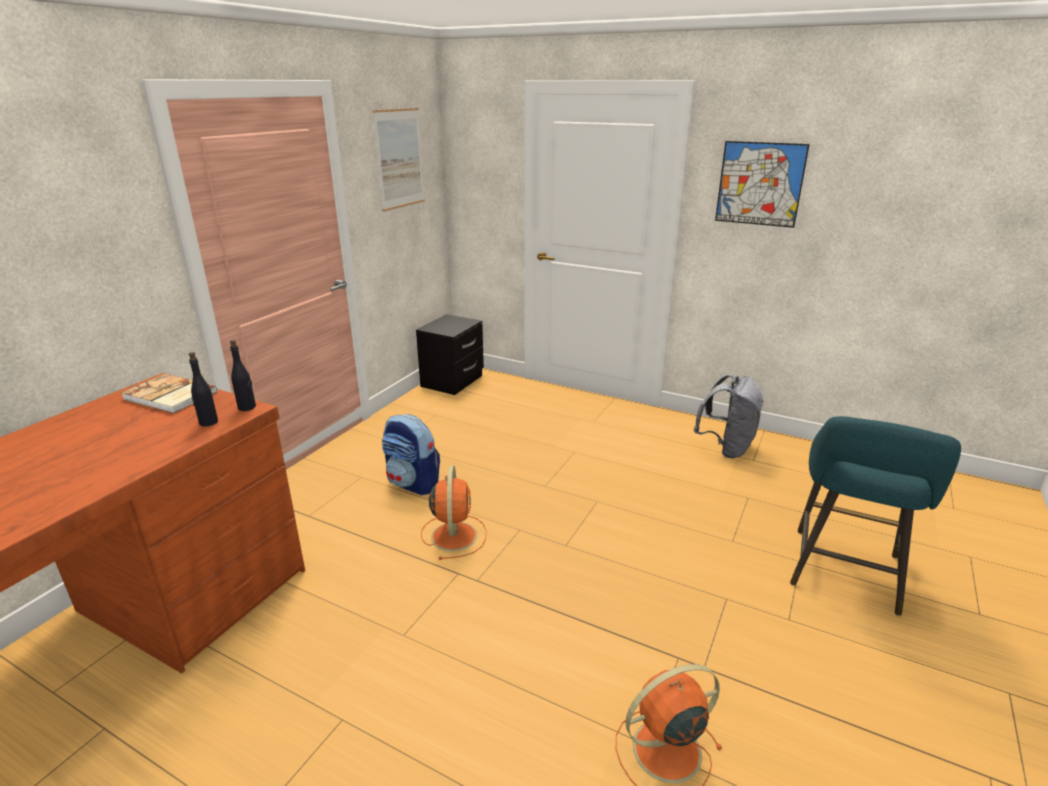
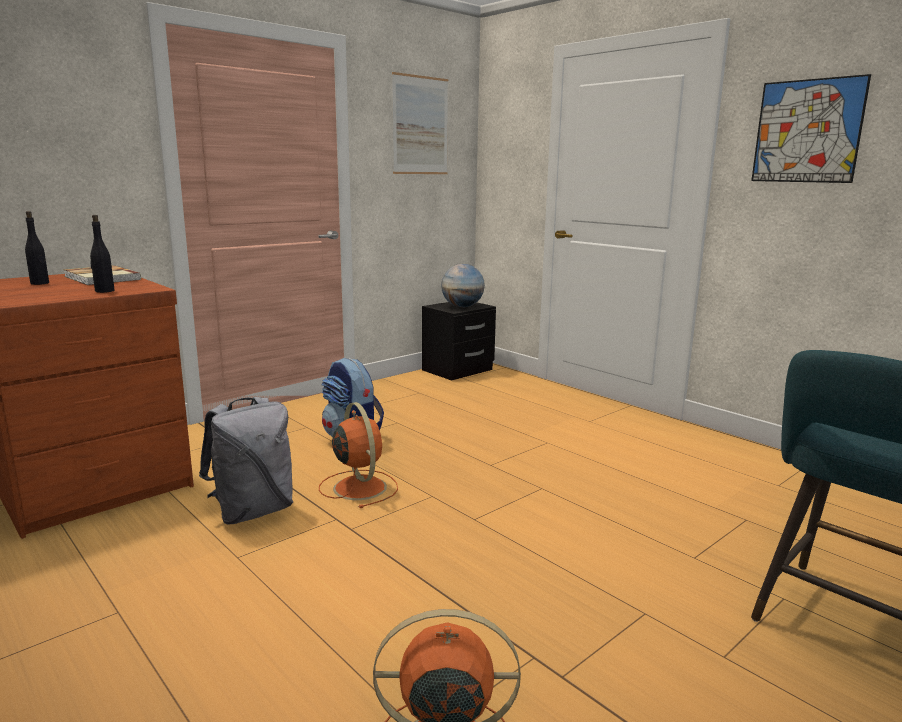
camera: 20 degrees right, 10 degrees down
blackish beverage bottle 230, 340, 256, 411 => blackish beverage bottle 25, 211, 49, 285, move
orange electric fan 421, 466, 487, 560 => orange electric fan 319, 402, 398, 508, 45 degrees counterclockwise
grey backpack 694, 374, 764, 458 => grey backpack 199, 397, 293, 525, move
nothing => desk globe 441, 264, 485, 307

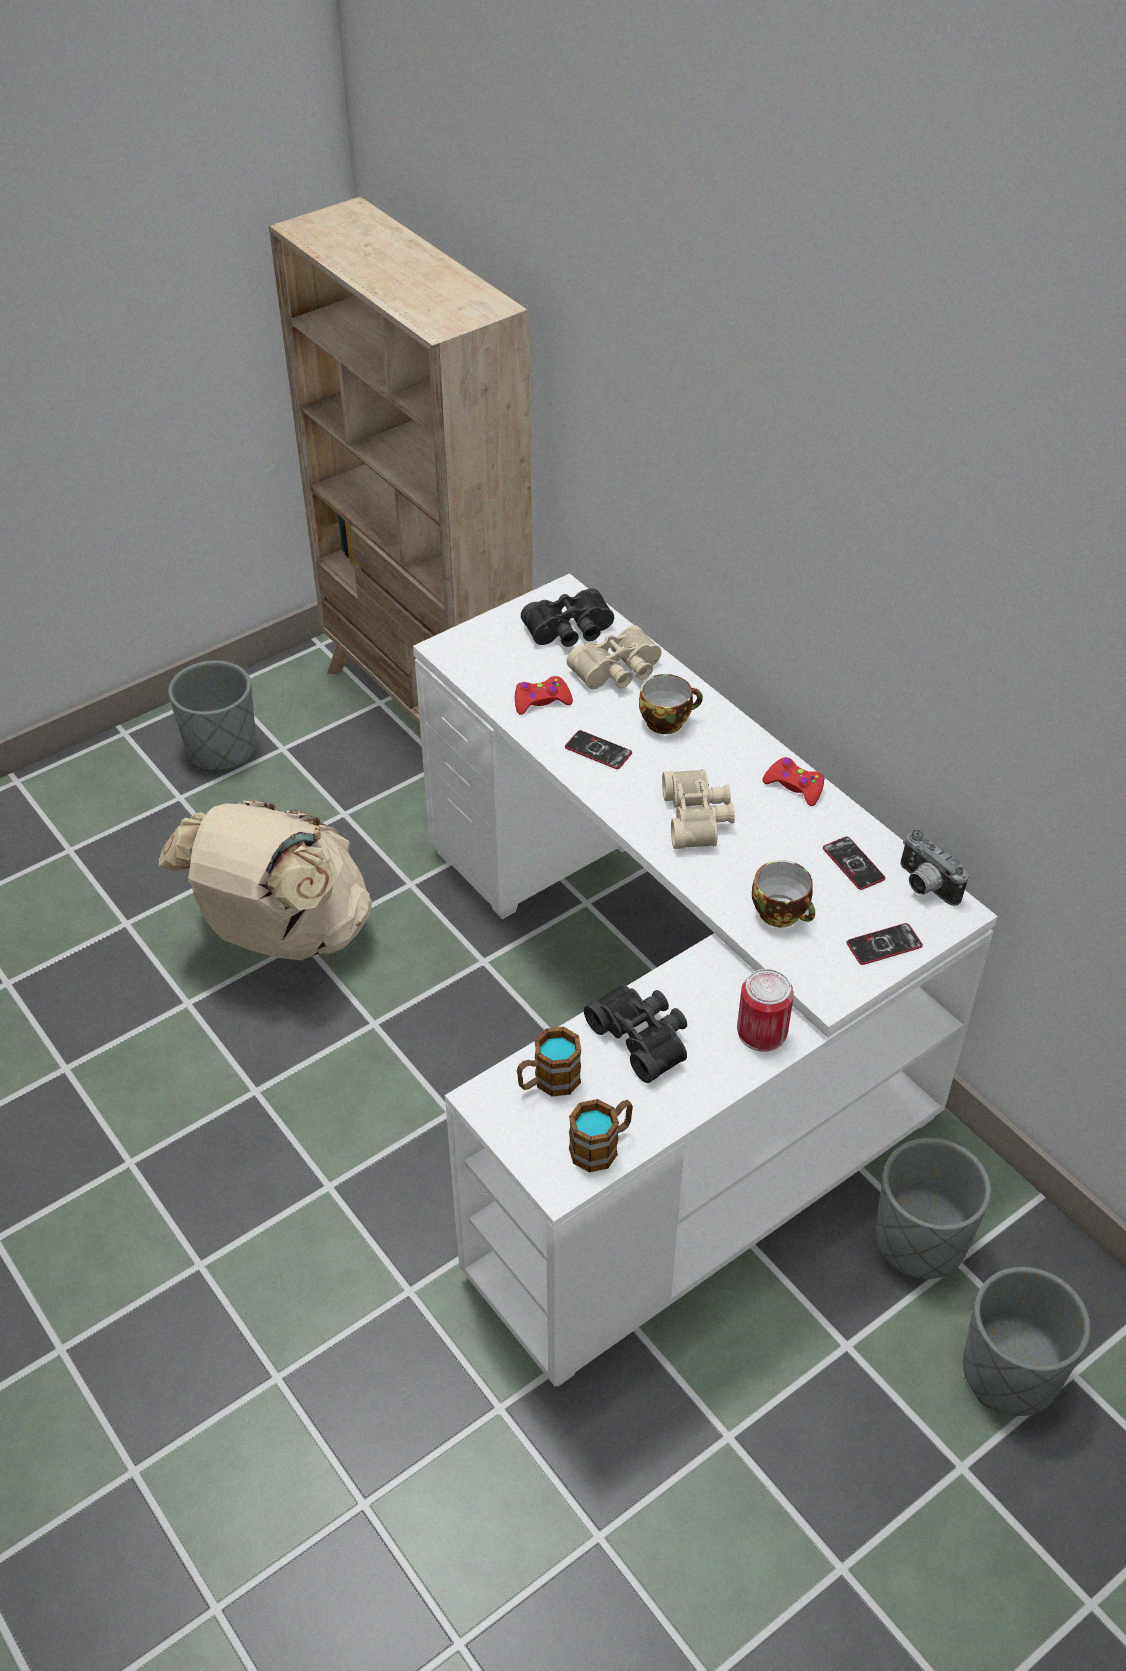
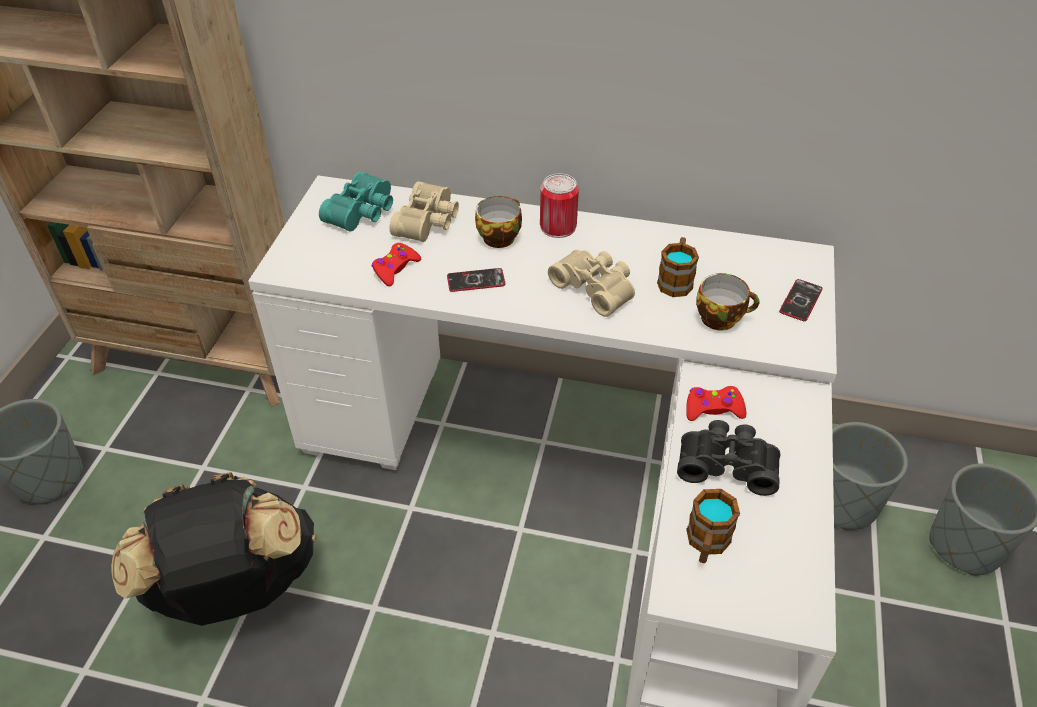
camera: 40 degrees left, 0 degrees up
beige-coloured backpack 159, 799, 372, 960 => blackish backpack 111, 472, 317, 626
blackish binoculars 521, 588, 614, 647 => turquoise-coloured binoculars 319, 171, 393, 232
coffee mug 569, 1099, 633, 1172 => coffee mug 657, 237, 699, 297, move
metal can 737, 969, 794, 1052 => metal can 540, 173, 579, 238, move
red-coloured joypad 762, 757, 825, 806 => red-coloured joypad 686, 386, 746, 421, move
phone 823, 837, 885, 890 => nothing
photo camera 900, 830, 969, 906 => nothing

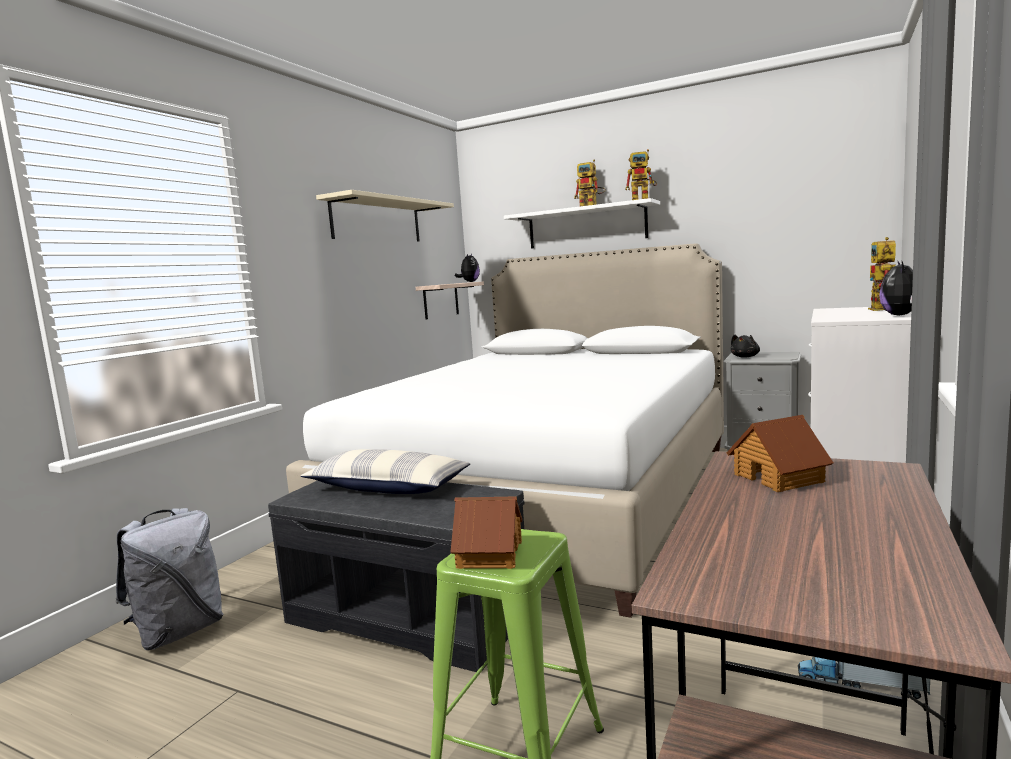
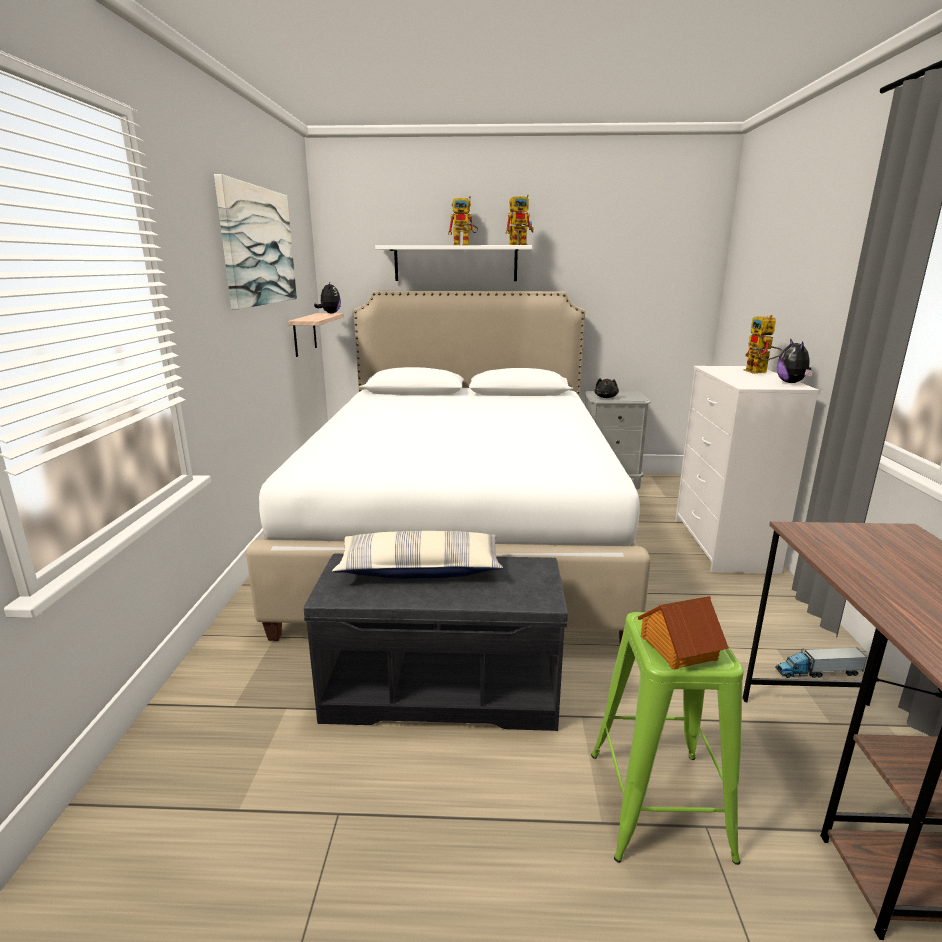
camera: 25 degrees left, 10 degrees up
grey backpack 116, 508, 224, 650 => nothing
beige-coloured wall shelf 316, 190, 454, 242 => picture 214, 174, 297, 309
toy house 727, 415, 833, 492 => nothing

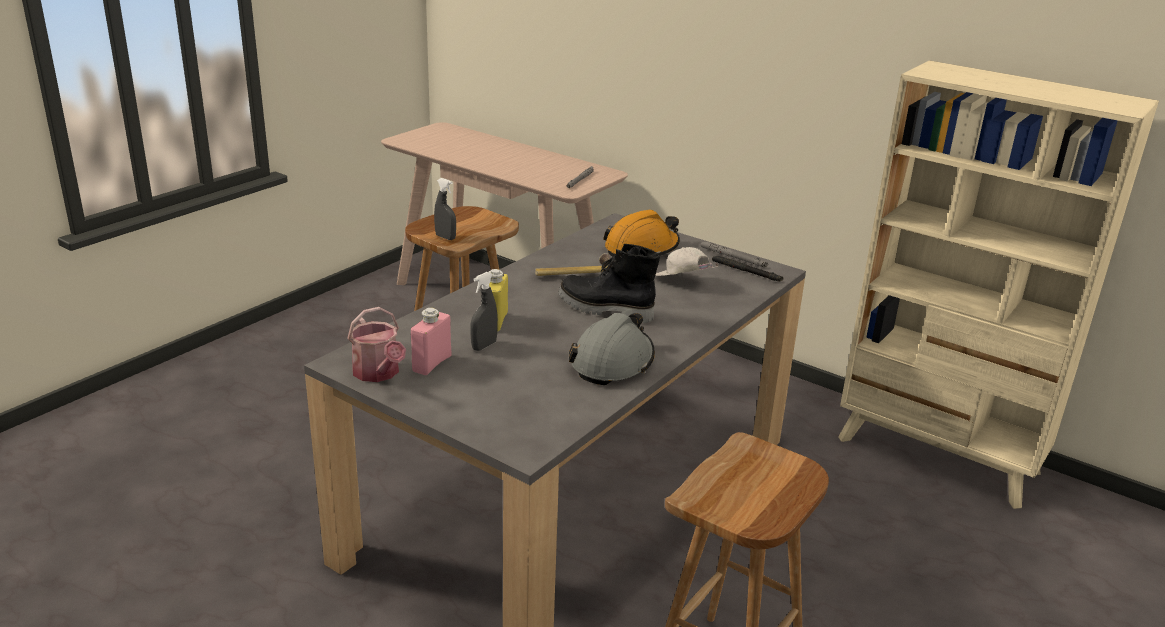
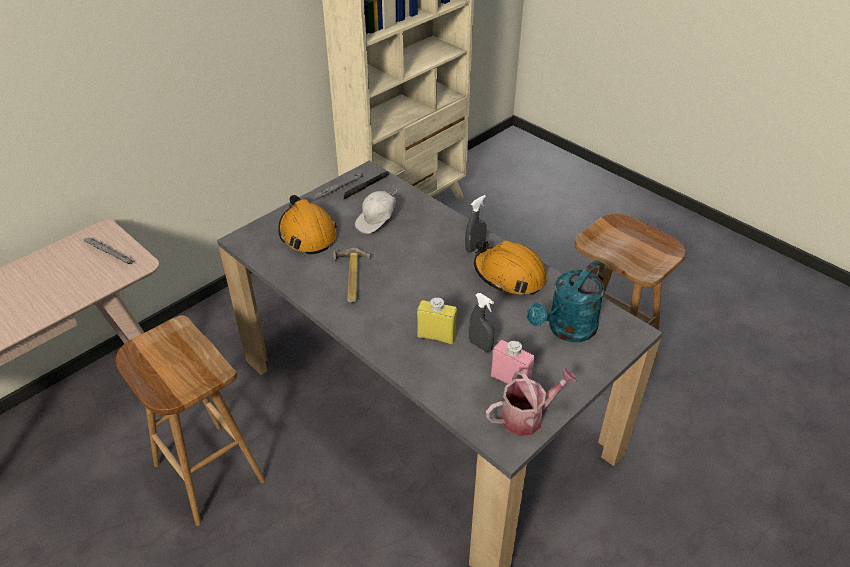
camera: 80 degrees left, 15 degrees up
grey spray bottle 434, 178, 456, 240 => grey spray bottle 465, 195, 486, 252, move
blackish high-top boot 558, 244, 660, 323 => nothing
grey hard hat 569, 313, 655, 385 => orange hard hat 474, 240, 547, 295
nothing => turquoise-coloured watering pot 527, 260, 605, 342

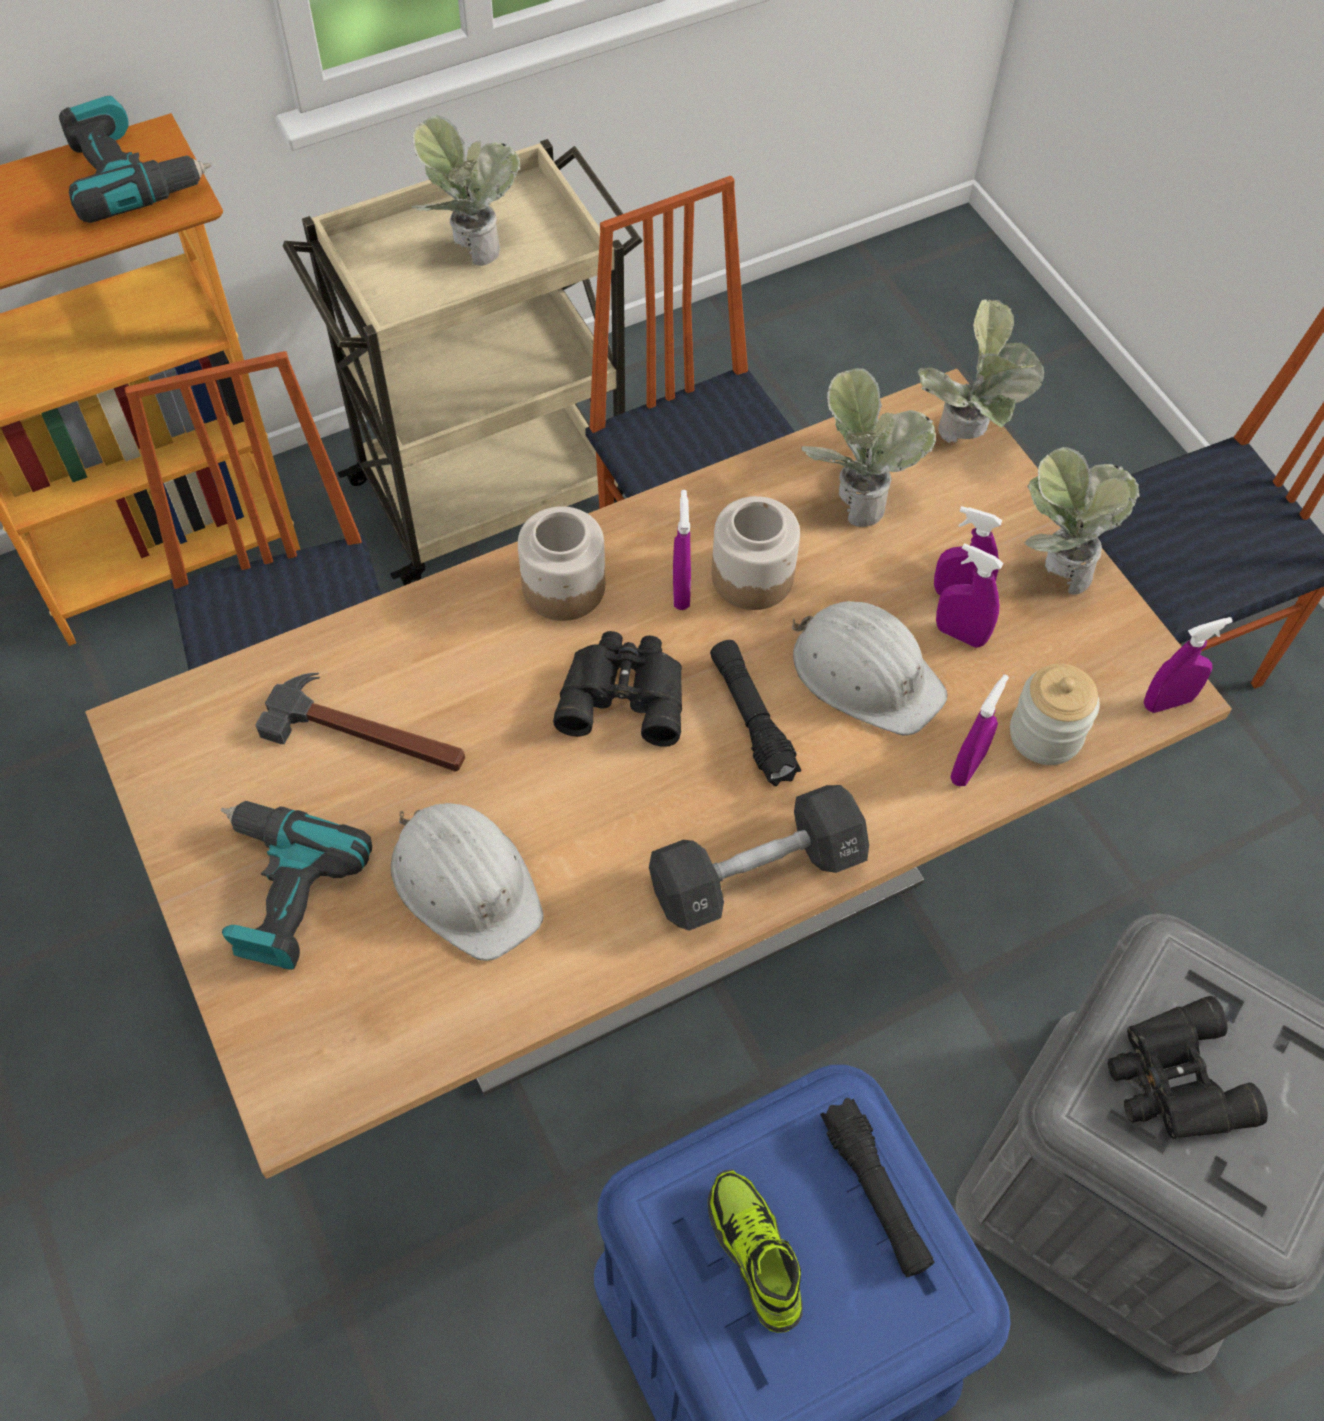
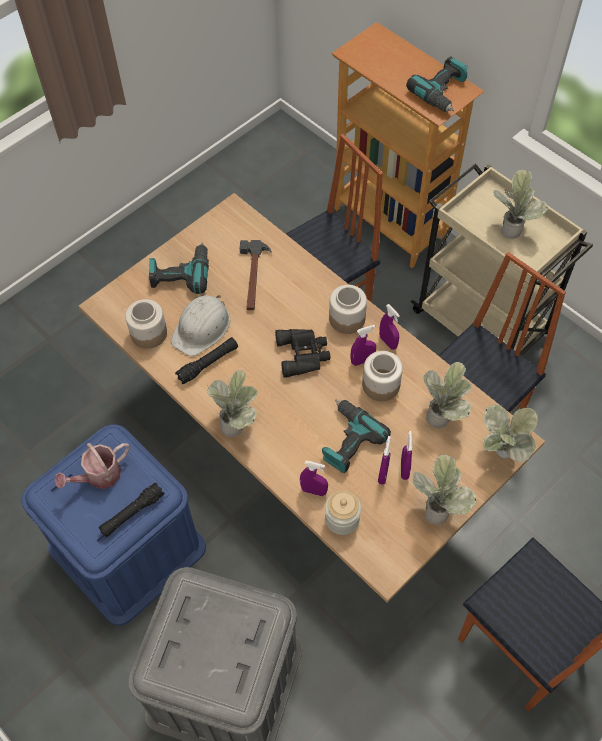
camera: 75 degrees right, 0 degrees up
blackish dumbbell 649, 785, 869, 931 => plant in a pot 207, 370, 258, 437
item of footwear 708, 1170, 803, 1333 => watering pot 55, 443, 130, 489
blackish torch 710, 640, 801, 786 => blackish torch 175, 337, 238, 384, move
white-coloured hard hat 792, 601, 948, 736 => electric drill 322, 400, 391, 473
blackish binoculars 1108, 996, 1268, 1139 => nothing
purple spray bottle 1144, 617, 1233, 713 => purple spray bottle 379, 304, 400, 350, move
nothing => storage jar 125, 299, 167, 349

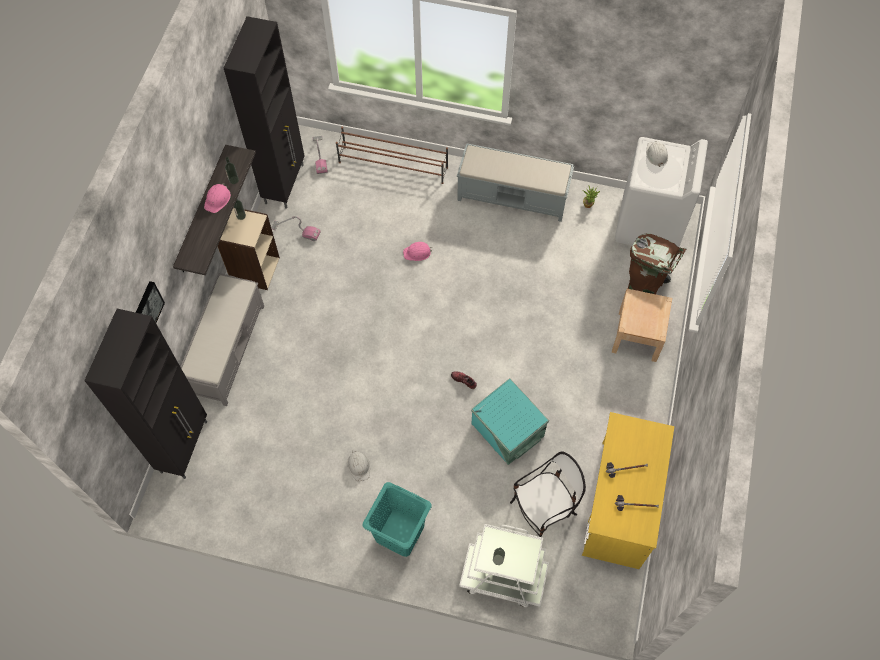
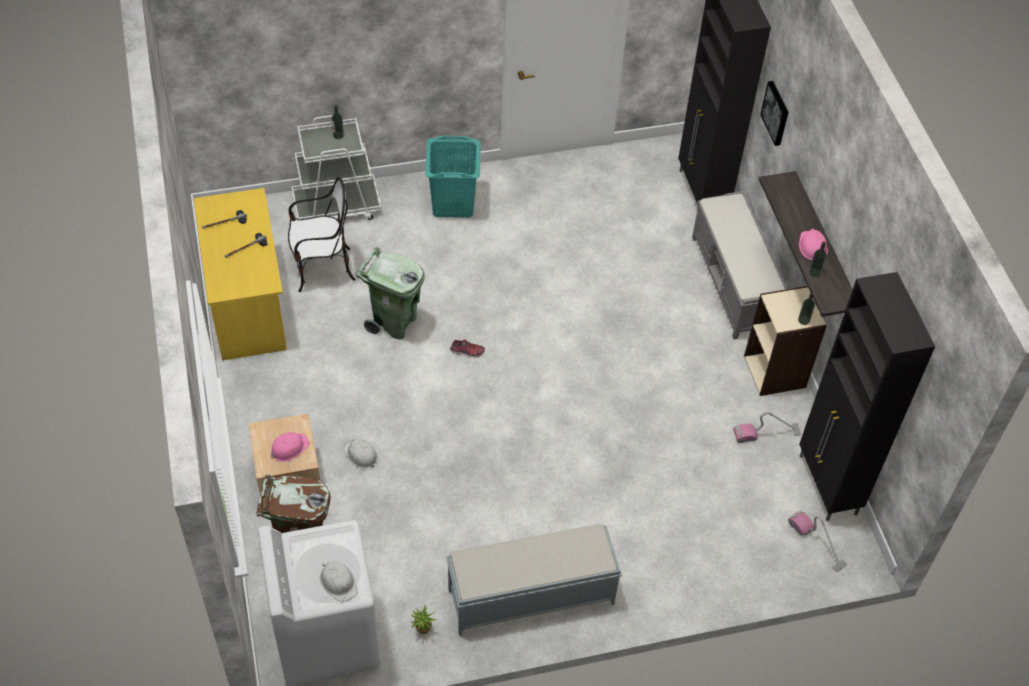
camera: 150 degrees right, 10 degrees down
brown-coloured shoe shelf 336, 127, 448, 184 => nothing
white-coloured hard hat 347, 450, 370, 482 => white-coloured hard hat 343, 439, 378, 468, move
pink hard hat 403, 242, 432, 261 => pink hard hat 271, 432, 310, 462, move
turquoise-coloured storage container 471, 378, 549, 465 => greenish trash can 356, 247, 424, 340
chair 510, 451, 586, 537 => chair 288, 177, 356, 292, 135 degrees counterclockwise

